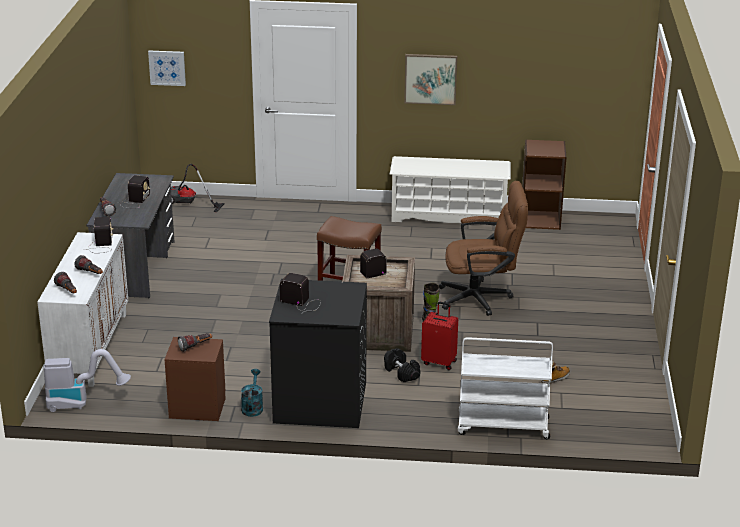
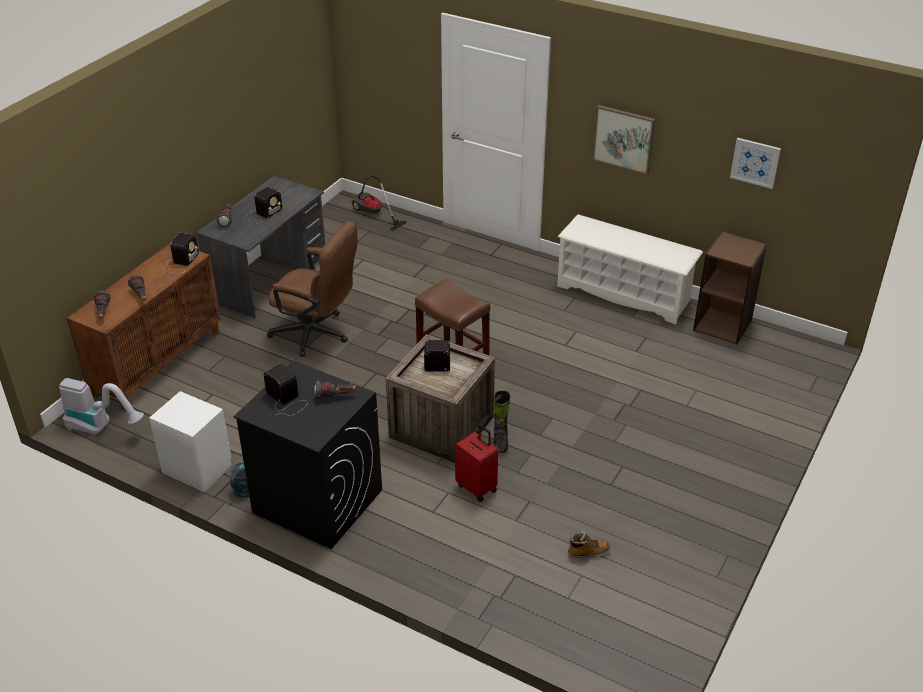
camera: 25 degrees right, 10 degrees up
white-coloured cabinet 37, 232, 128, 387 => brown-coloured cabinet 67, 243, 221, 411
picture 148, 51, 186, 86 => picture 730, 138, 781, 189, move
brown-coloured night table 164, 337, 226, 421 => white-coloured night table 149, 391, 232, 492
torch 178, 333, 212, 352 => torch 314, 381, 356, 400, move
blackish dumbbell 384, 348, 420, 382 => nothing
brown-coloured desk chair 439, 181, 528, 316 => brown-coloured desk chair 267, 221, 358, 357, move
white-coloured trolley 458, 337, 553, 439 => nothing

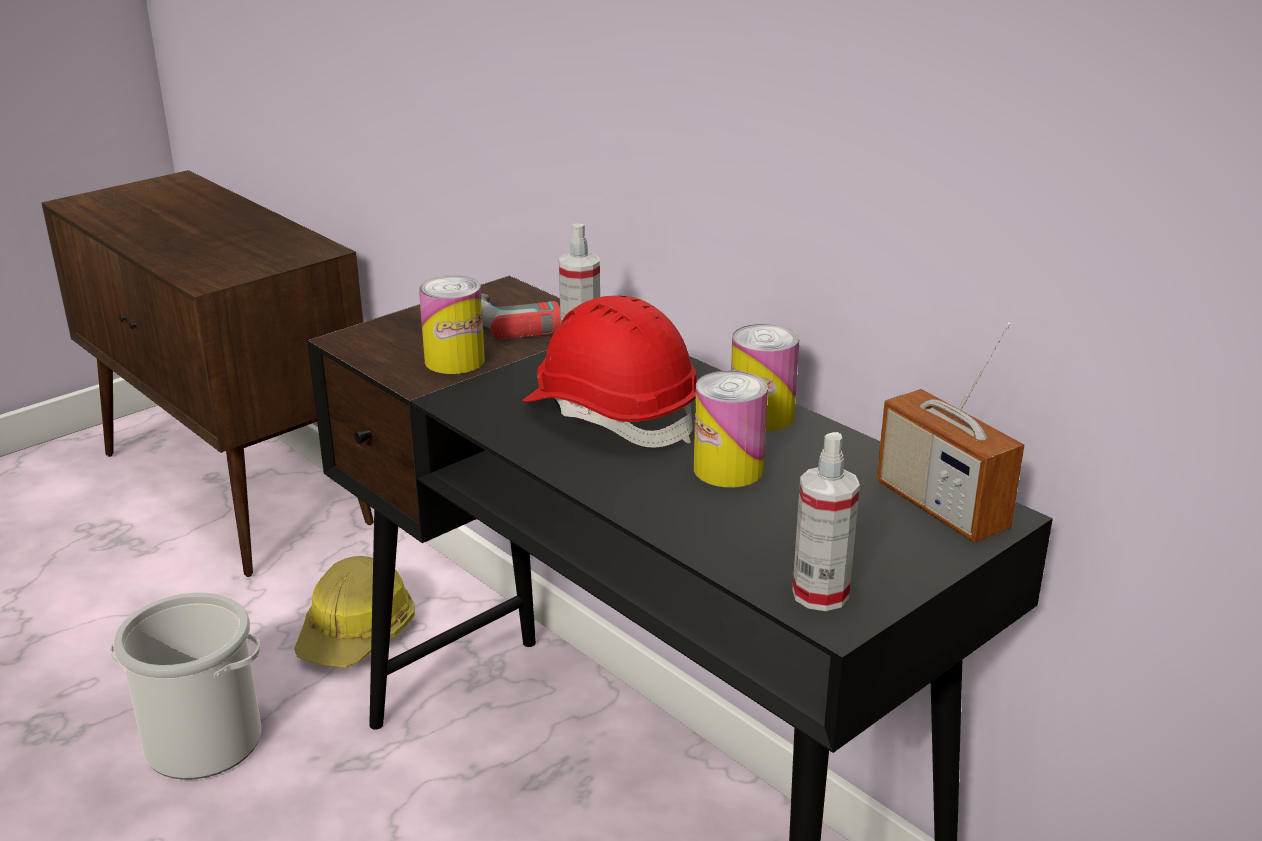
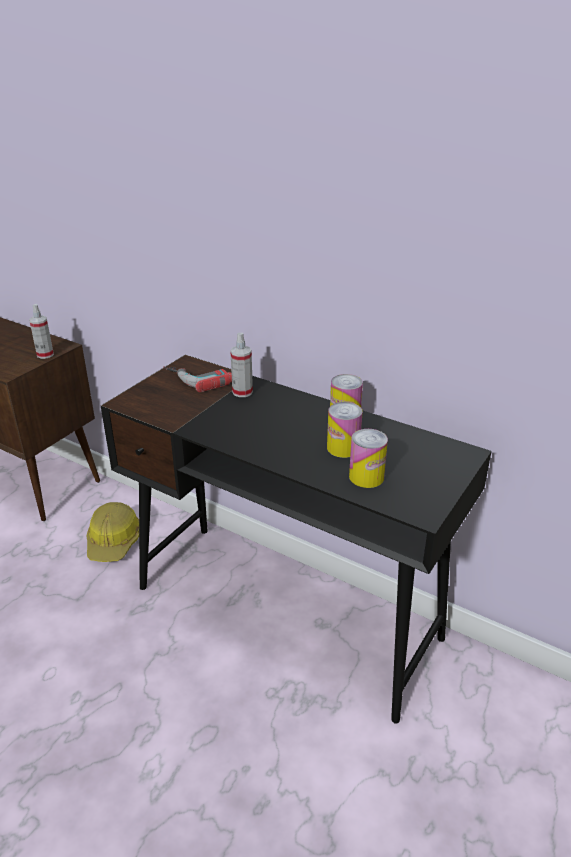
camera: 15 degrees left, 5 degrees up
pail 110, 592, 261, 780 => nothing
metal can 419, 275, 485, 374 => metal can 349, 429, 388, 488, move
red-coloured hard hat 522, 295, 698, 448 => nothing
spray bottle 792, 432, 860, 611 => spray bottle 29, 304, 54, 359, move
radio 877, 322, 1024, 543 => nothing

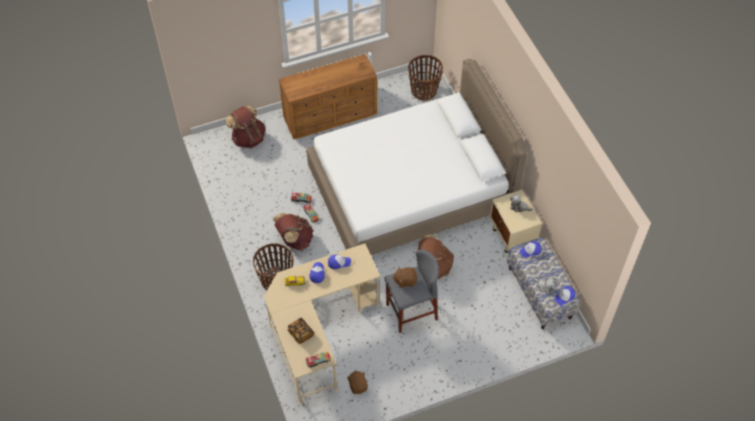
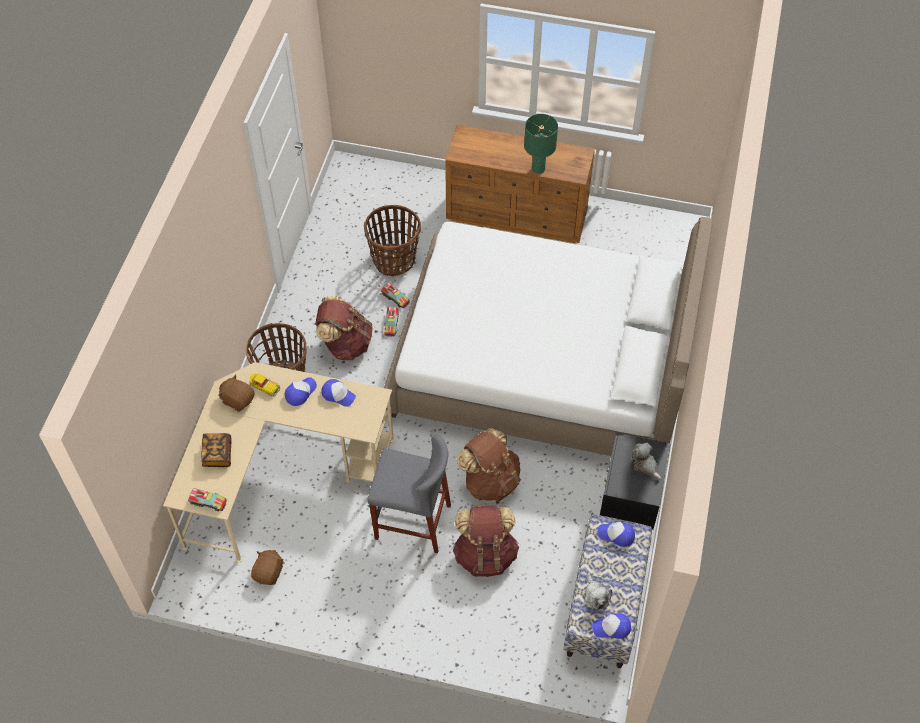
camera: 35 degrees right, 0 degrees up
brown-coloured backpack 226, 105, 266, 148 => brown-coloured backpack 453, 505, 519, 577, move
brown-coloured cuddly toy 393, 267, 418, 287 => brown-coloured cuddly toy 218, 374, 254, 412, move
basket 408, 55, 443, 101 => basket 364, 205, 421, 277, move
beige-coloured night table 489, 190, 542, 253 => blackish night table 600, 433, 670, 530
nothing => greenish table lamp 524, 114, 558, 174

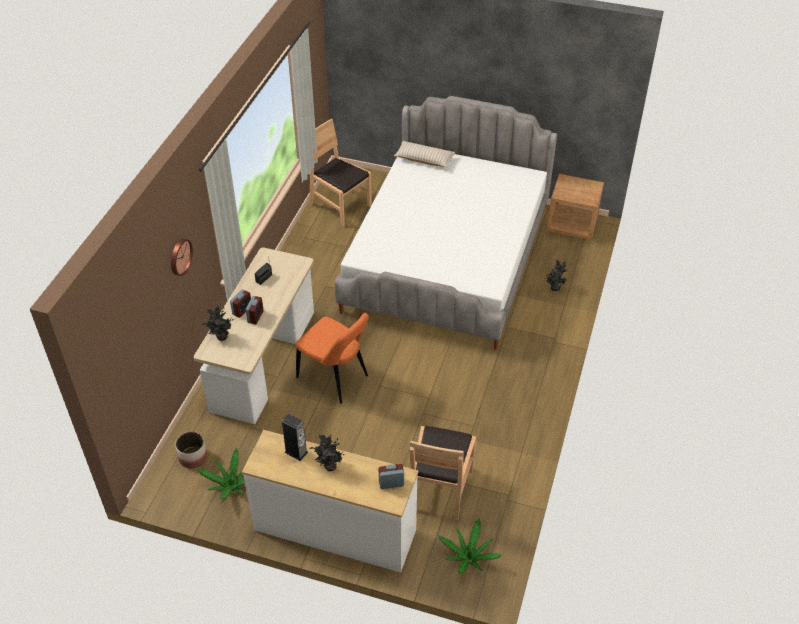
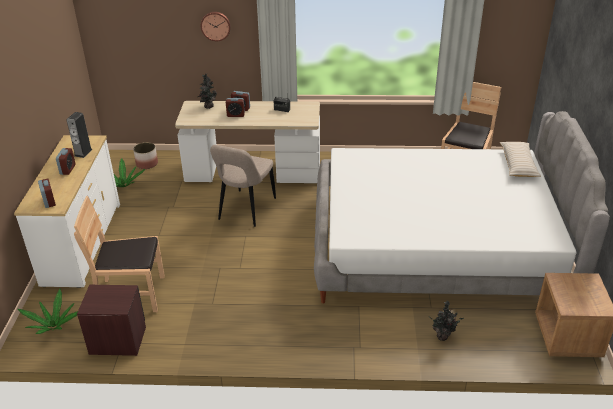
camera: 75 degrees right, 10 degrees down
orange chair 295, 313, 369, 404 => beige-coloured chair 210, 145, 276, 227
plant in a pot 309, 434, 346, 471 => table clock 56, 148, 76, 175
nothing => brown-coloured night table 77, 285, 146, 356

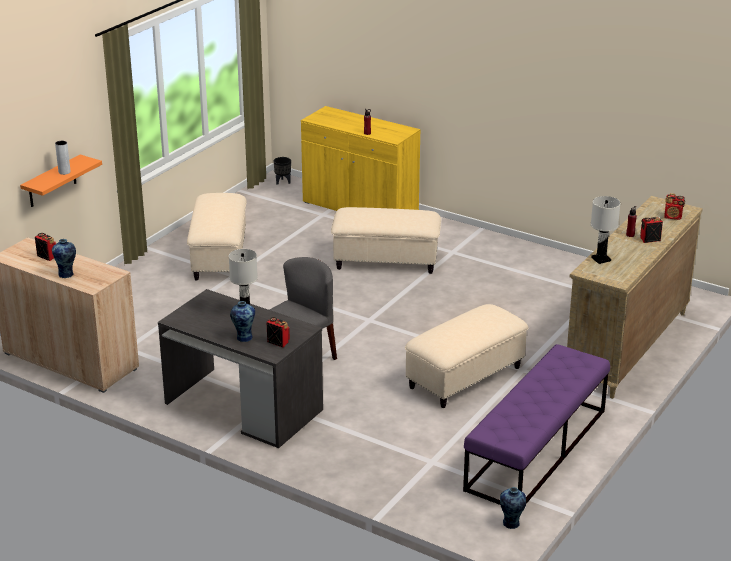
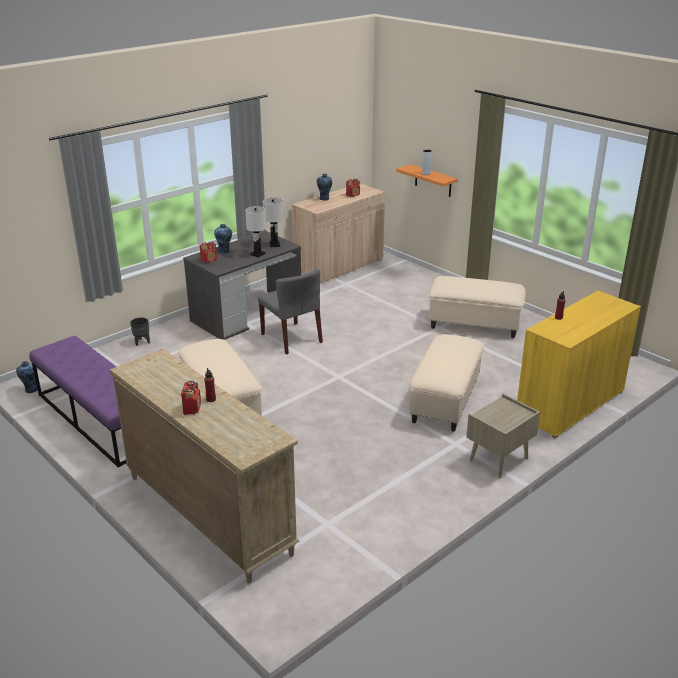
camera: 105 degrees right, 0 degrees up
blackish plant pot 274, 157, 291, 185 => blackish plant pot 130, 317, 150, 346, move
white-coloured table lamp 591, 196, 621, 264 => white-coloured table lamp 263, 198, 283, 247, move
radio 664, 193, 685, 220 => nothing
nothing => beige-coloured night table 466, 393, 540, 478

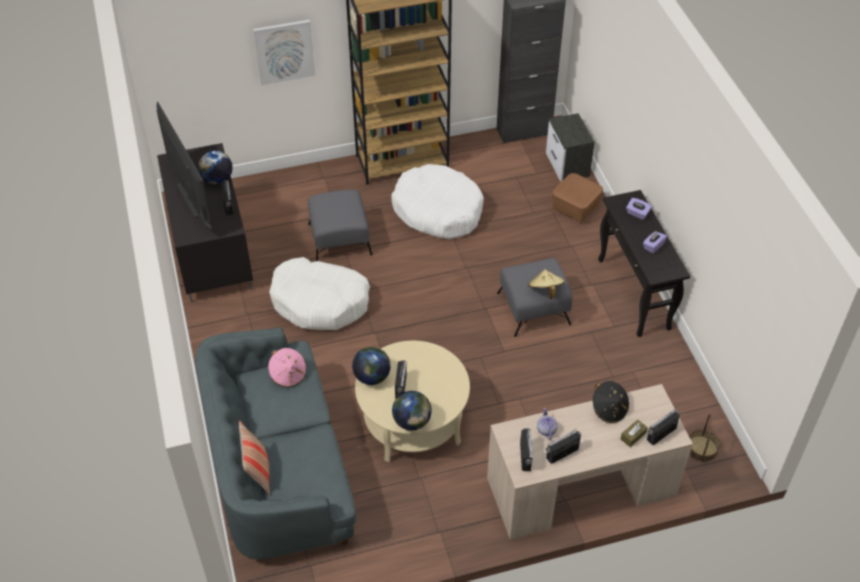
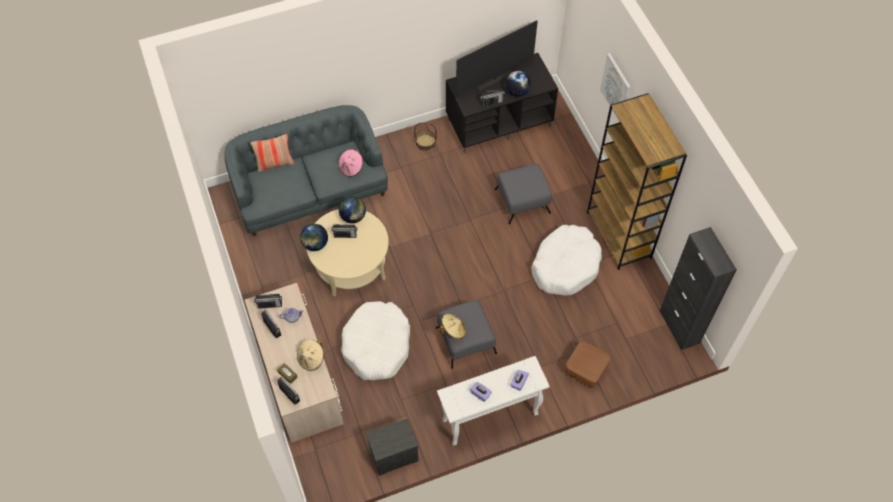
camera: 85 degrees right, 10 degrees up
white-coloured dog cushion 269, 257, 370, 330 => white-coloured dog cushion 341, 301, 410, 380, move
night table 546, 113, 595, 182 => night table 366, 418, 419, 476, move
blackish clothing hat 593, 381, 629, 423 => beige-coloured clothing hat 297, 339, 324, 371
blackish narrow table 598, 190, 690, 337 => white-coloured narrow table 437, 356, 550, 446
basket 689, 414, 720, 462 => basket 414, 122, 437, 151, move

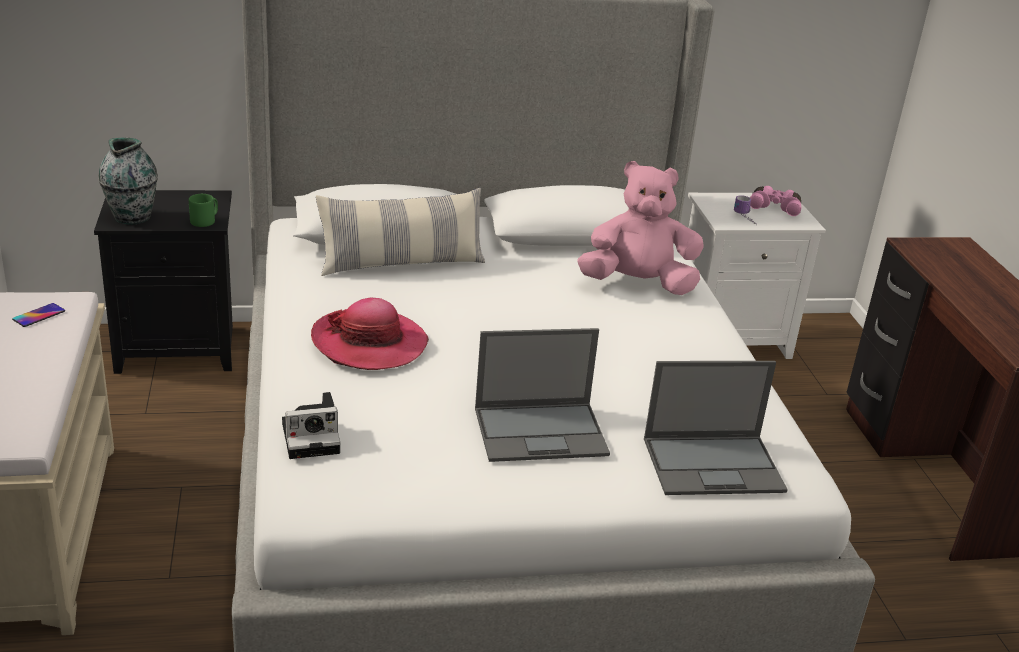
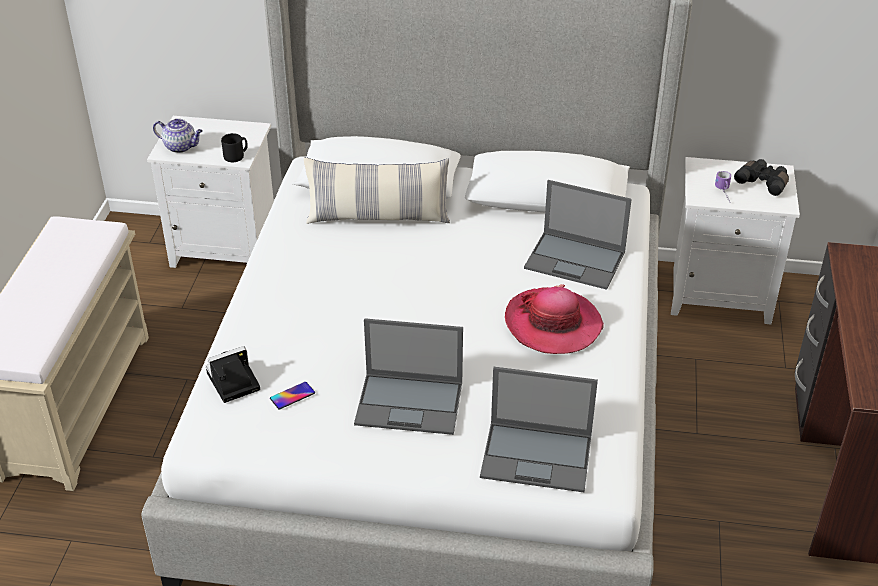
camera: 20 degrees right, 10 degrees up
phone 12, 303, 65, 327 => phone 270, 382, 315, 409, move
blackish night table 94, 190, 233, 374 => white-coloured night table 147, 116, 274, 268
decorative vase 98, 138, 158, 225 => teapot 153, 119, 203, 153
greenish coffee mug 189, 194, 218, 227 => blackish coffee mug 221, 133, 248, 162
photo camera 282, 392, 341, 459 => photo camera 206, 346, 260, 403, 150 degrees clockwise
clothing hat 311, 298, 429, 370 => clothing hat 505, 284, 604, 354, move
pink cuddly toy 577, 161, 704, 295 => portable computer 524, 180, 632, 290
pink binoculars 750, 186, 801, 216 => blackish binoculars 734, 159, 789, 196

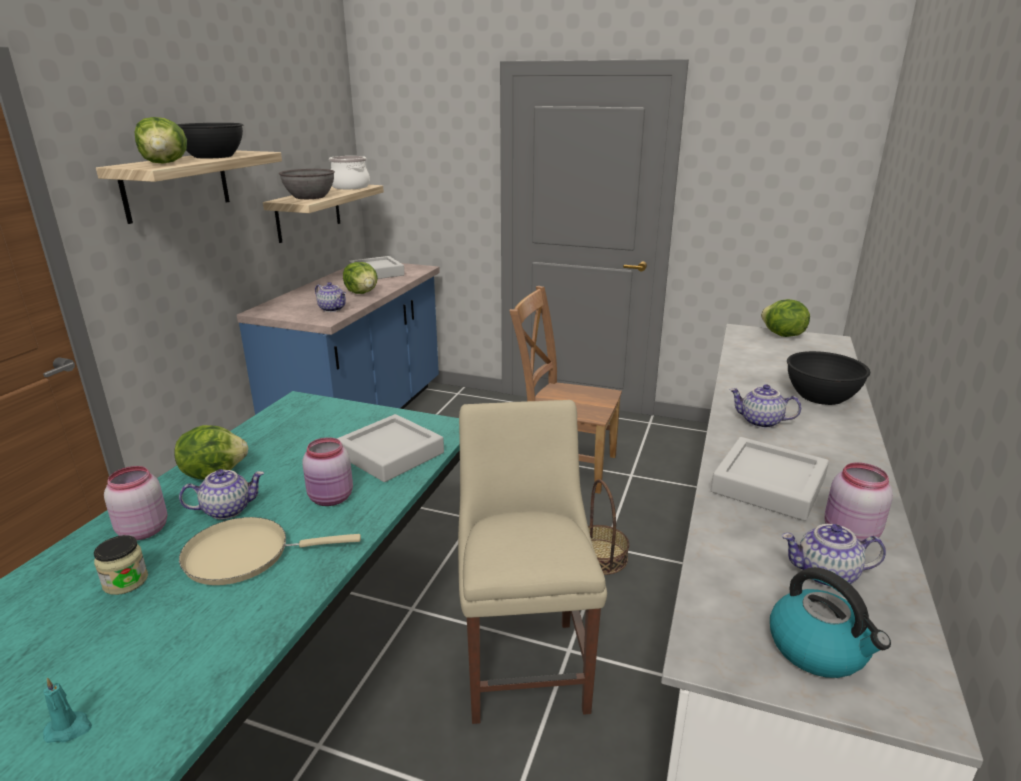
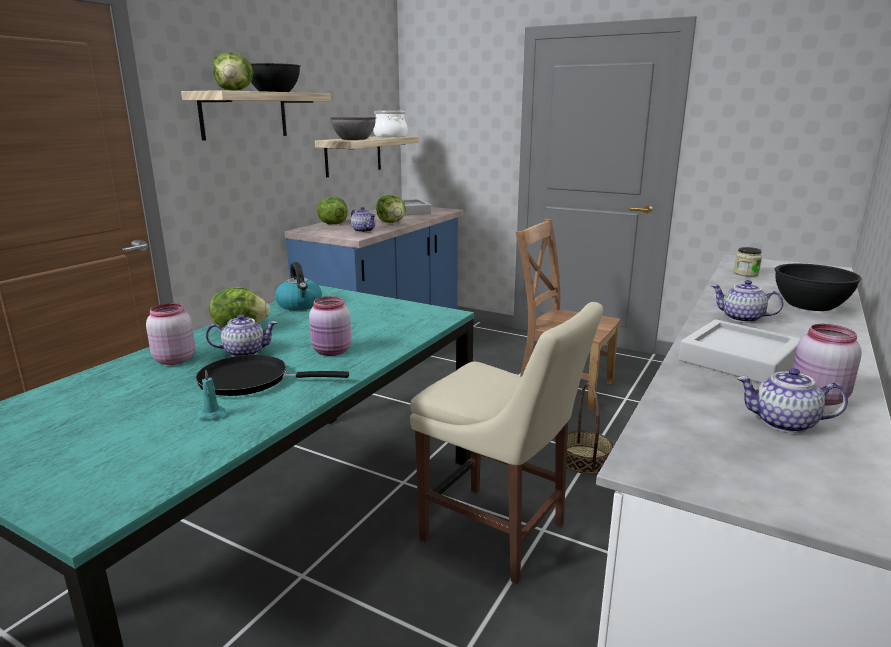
camera: 10 degrees right, 5 degrees down
turquoise-coloured wax candle 43, 678, 92, 743 => turquoise-coloured wax candle 197, 370, 229, 420, move
storage jar 94, 535, 148, 595 => storage jar 733, 247, 762, 277, move
beige-coloured pan 179, 517, 361, 585 => blackish pan 195, 354, 349, 396
grey tray 337, 414, 444, 482 => nothing
beige-coloured chair 458, 400, 607, 724 => beige-coloured chair 410, 302, 603, 584, 120 degrees clockwise
head of lettuce 761, 299, 810, 337 => head of lettuce 317, 197, 347, 225, move
tea kettle 770, 567, 891, 678 => tea kettle 275, 262, 322, 310, move

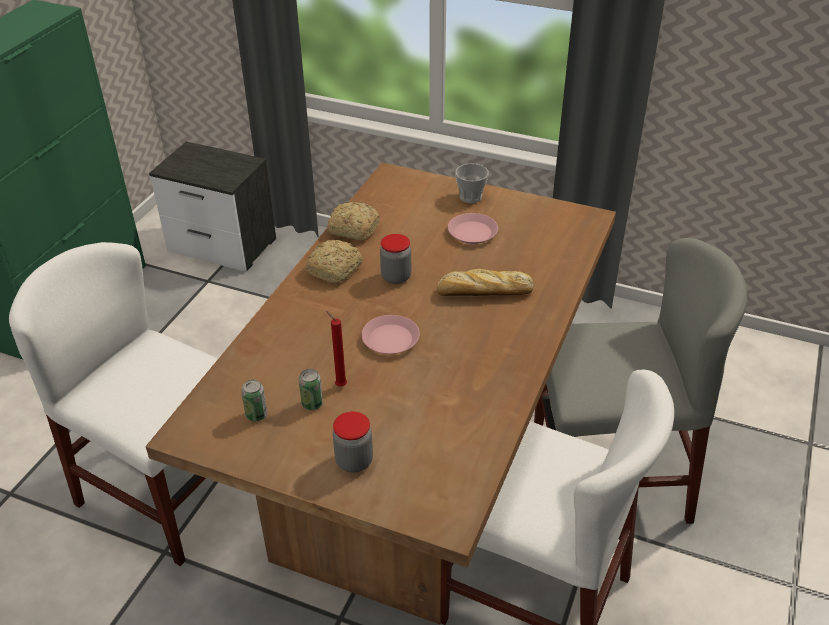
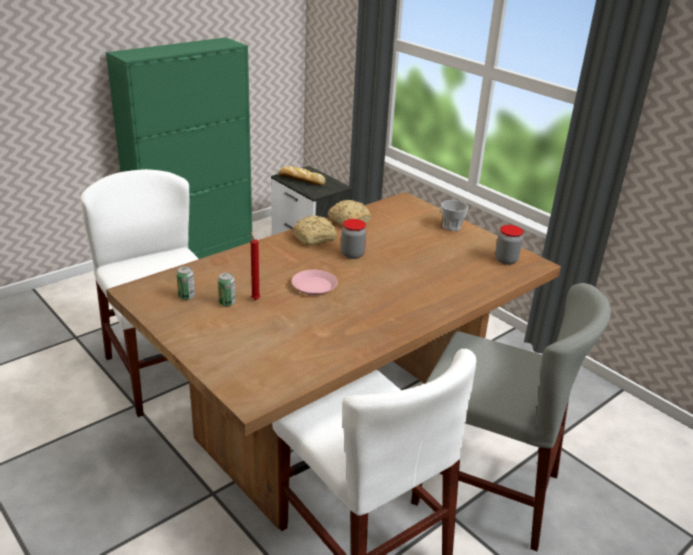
camera: 25 degrees right, 10 degrees down
storage jar 333, 412, 373, 473 => storage jar 495, 225, 523, 265, move
bakery bread 437, 269, 534, 296 => bakery bread 279, 166, 326, 186, move
pink flat dish 448, 213, 498, 244 => nothing

